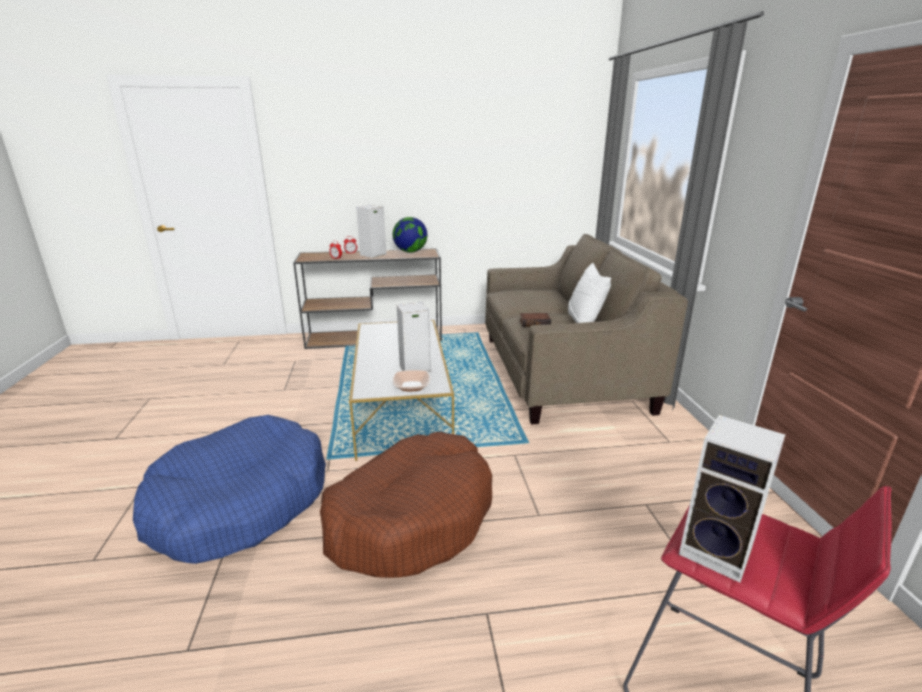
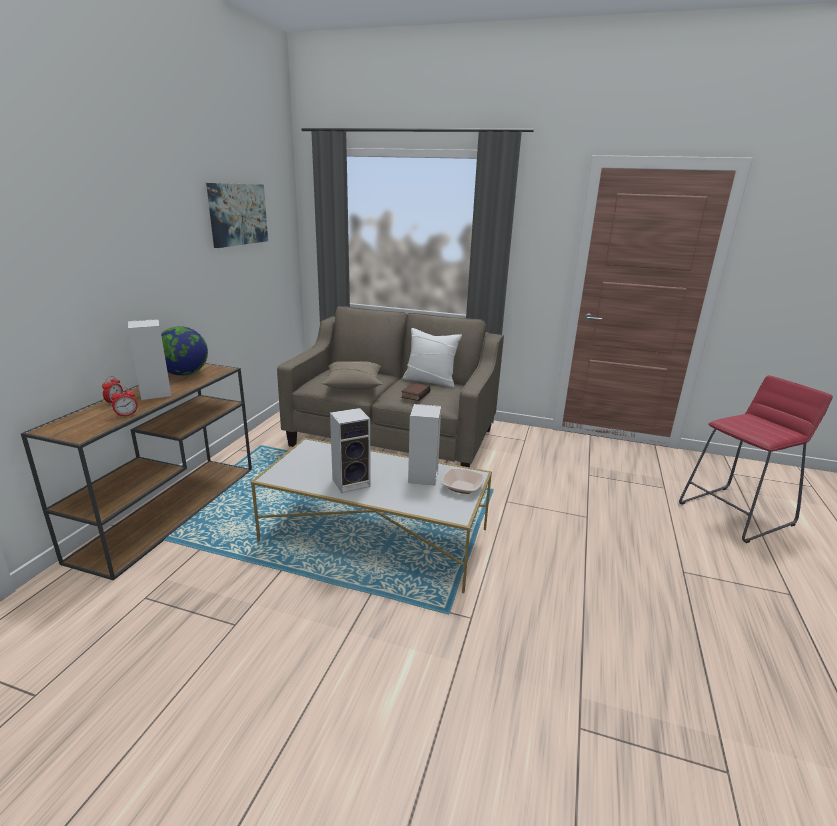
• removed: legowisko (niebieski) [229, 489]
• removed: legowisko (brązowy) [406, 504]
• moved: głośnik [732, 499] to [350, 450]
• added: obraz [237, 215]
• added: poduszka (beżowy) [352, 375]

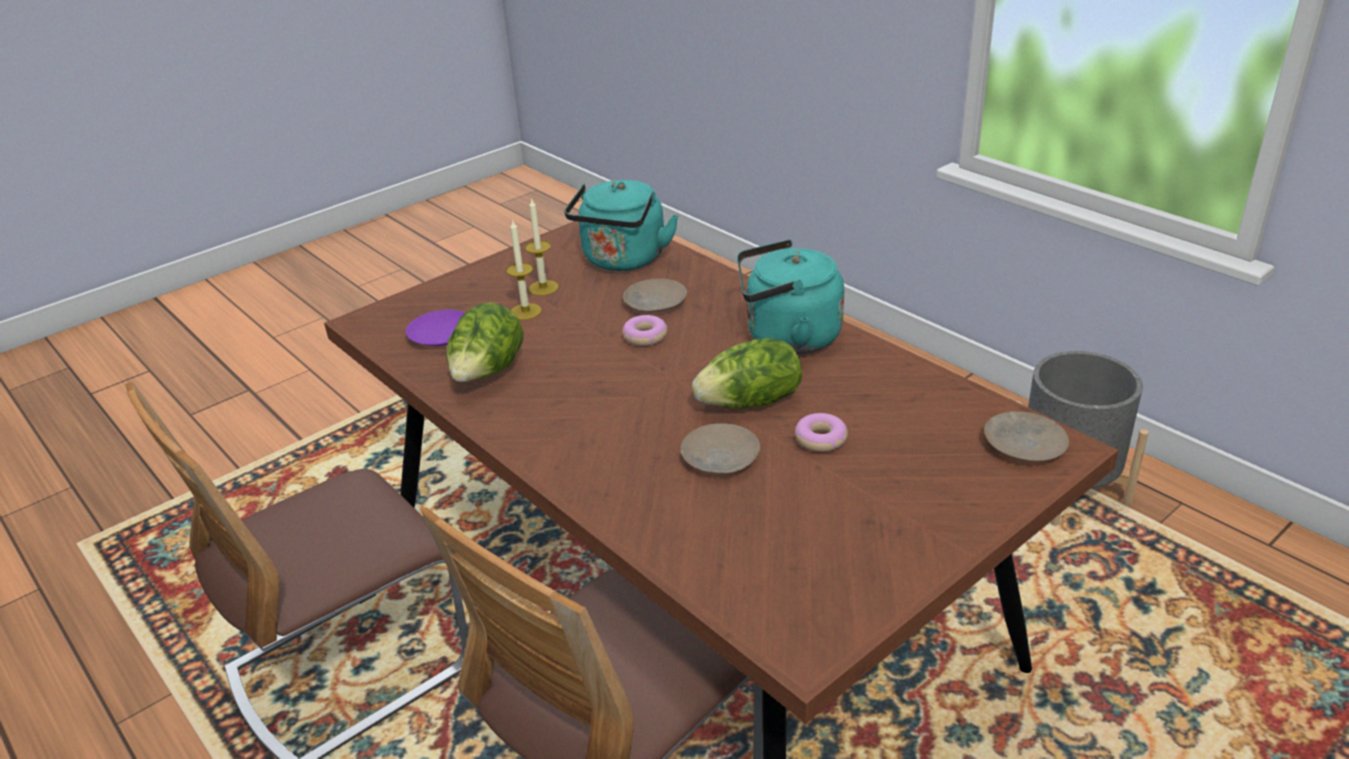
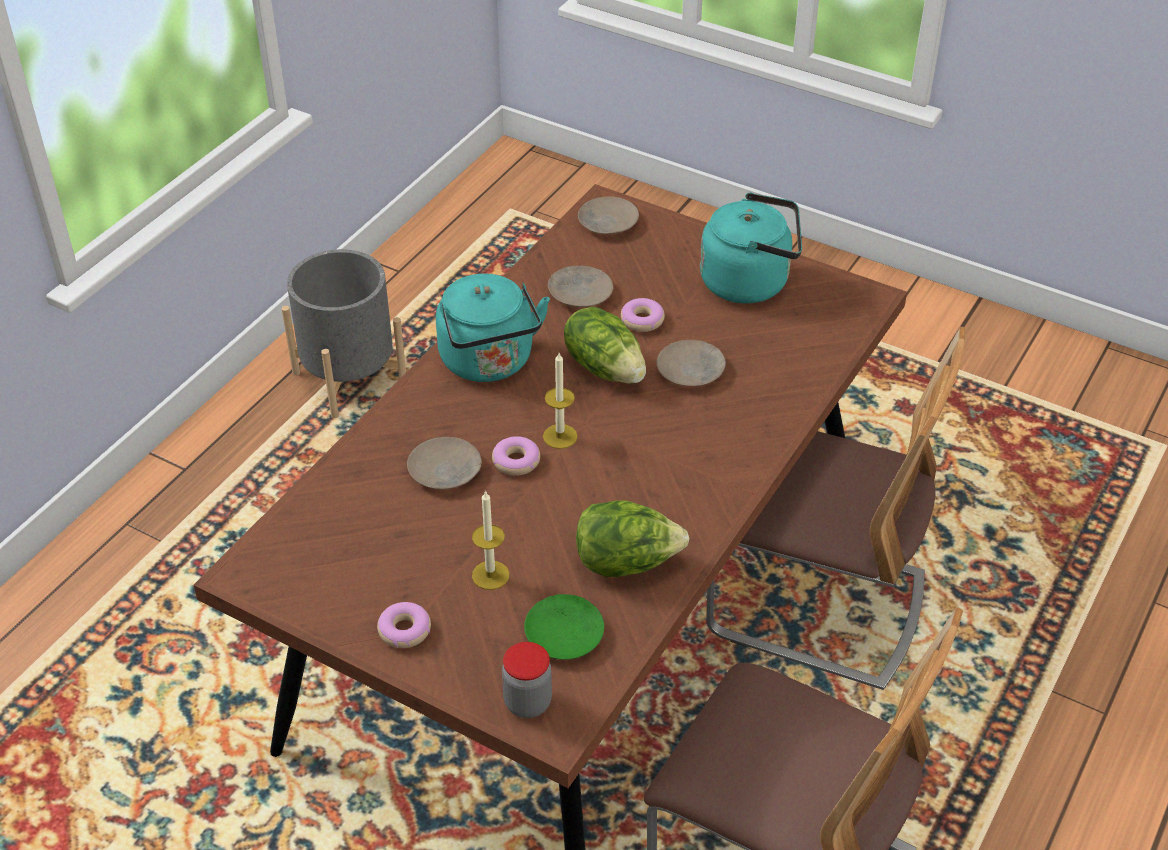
• recoloured: talerz (fioletowy) [435, 328] to talerz (zielony) [564, 627]
• moved: świeca [542, 246] to [560, 401]
• moved: czajnik (turkusowy) [621, 225] to [751, 248]
• added: donut [404, 625]
• added: słoik [527, 680]
• added: talerz (beżowy) [580, 286]

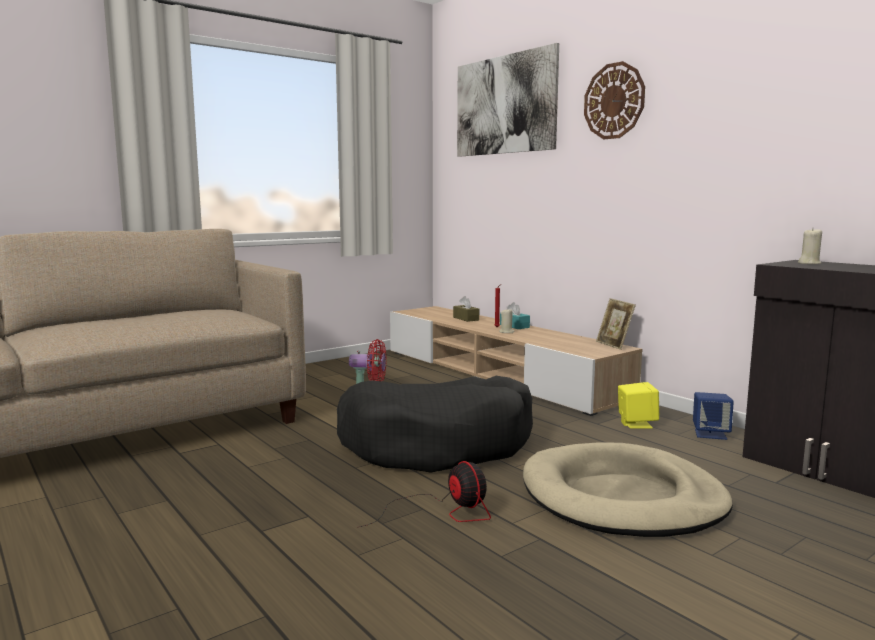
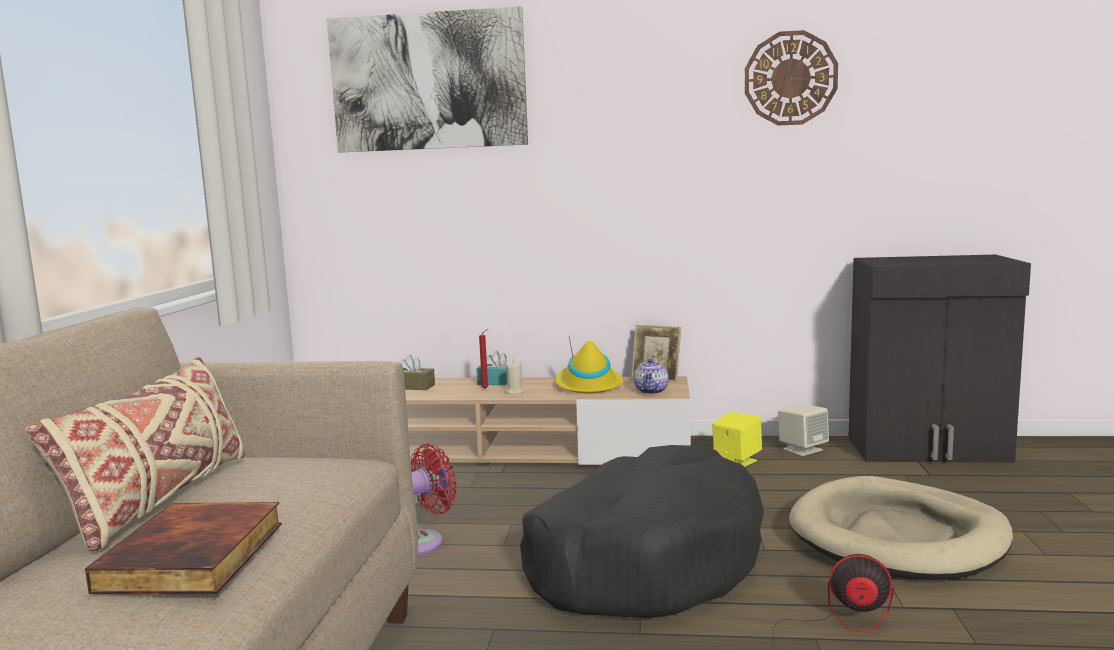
• moved: zegar ścienny [614, 100] to [791, 78]
• recoloured: głośnik (niebieski) [713, 416] to głośnik (beżowy) [803, 430]
• removed: świeca (beżowy) [810, 246]
• added: poduszka (beżowy) [134, 454]
• added: książka [183, 548]
• added: kapelusz (żółty) [589, 366]
• added: imbryk [651, 376]

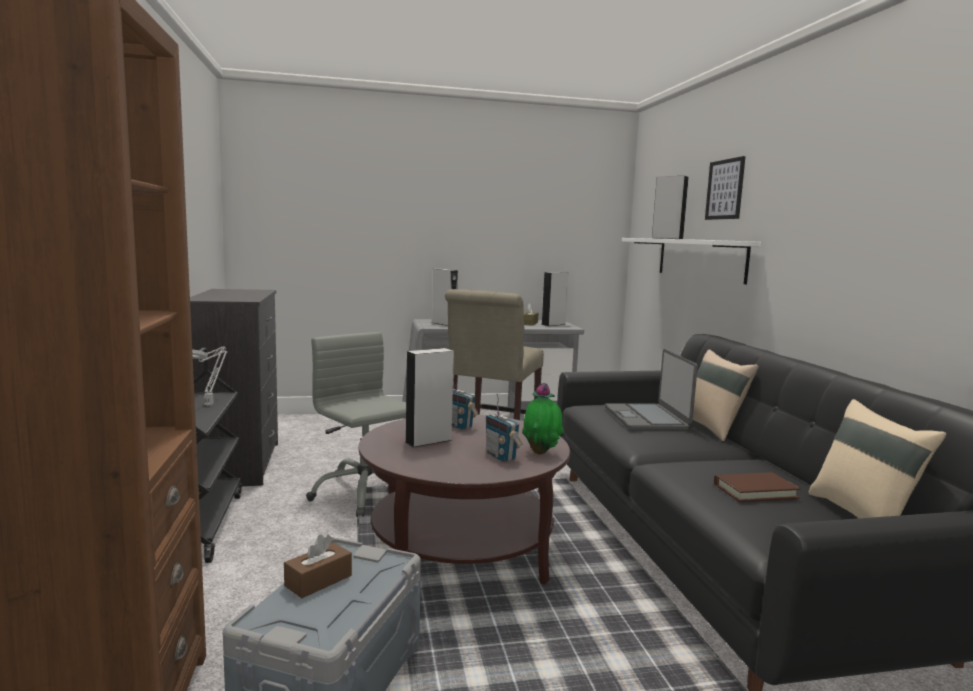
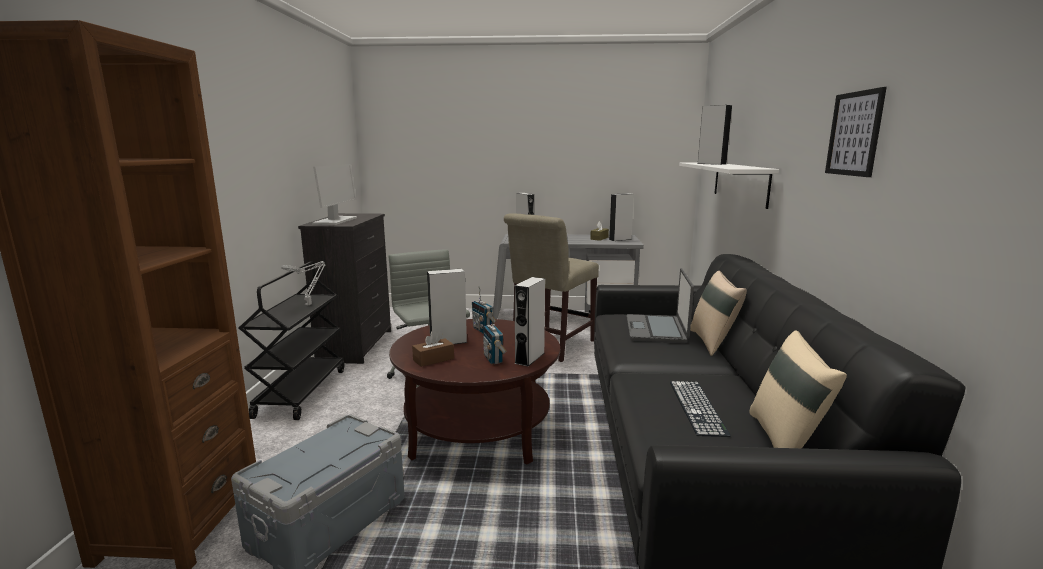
• moved: pudełko chusteczek (brązowy) [318, 566] to [433, 348]
• replaced: roślina doniczkowa [543, 419] to głośnik (szary) [529, 322]
• moved: obraz [725, 188] to [856, 132]
• replaced: książka (brązowy) [757, 487] to klawiatura [700, 409]
• added: monitor [334, 194]

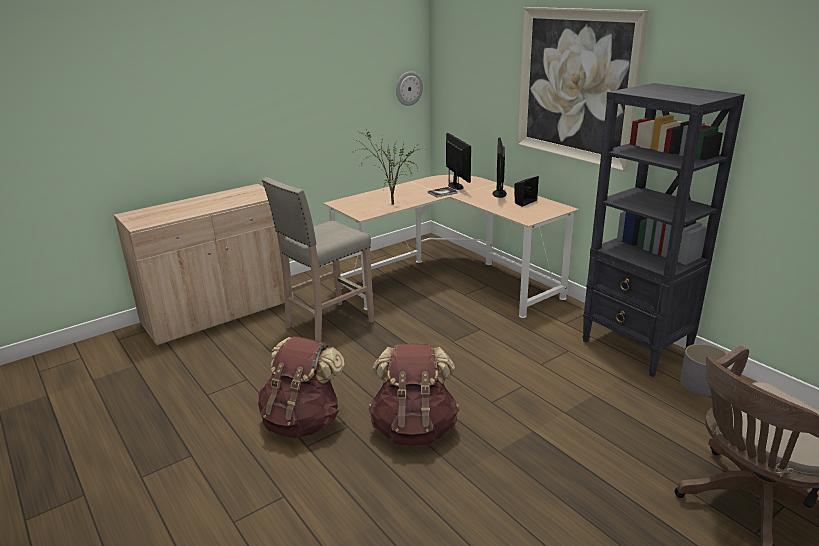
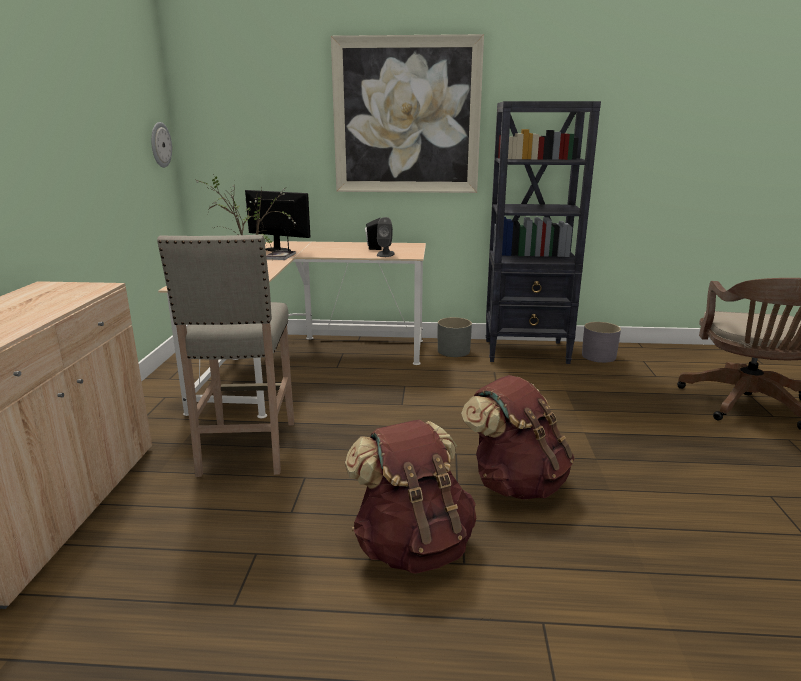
• removed: monitor [499, 167]
• added: głośnik (szary) [386, 237]
• added: donica (szary) [455, 337]

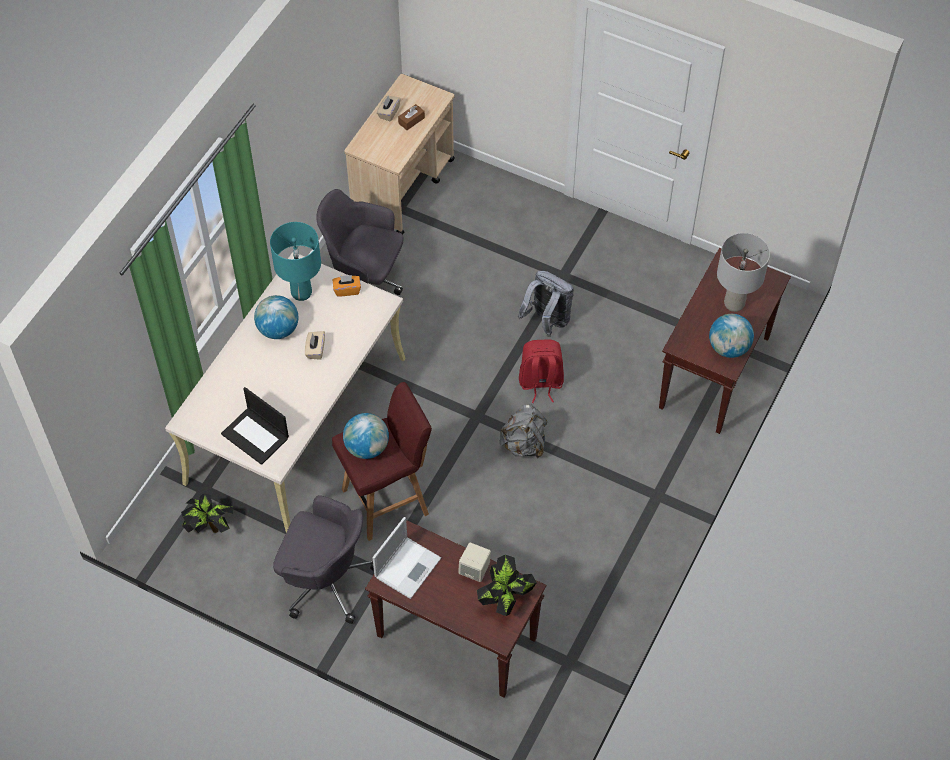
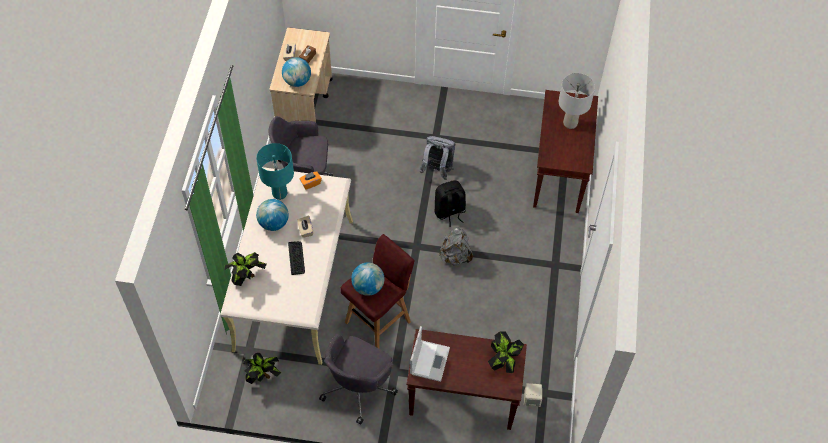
• removed: laptop [255, 426]
• turned: krzesło biurowe (szary) [323, 559] = [358, 379] 120 degrees clockwise
• moved: głośnik (beżowy) [474, 562] to [533, 395]
• recoloured: plecak (czerwony) [541, 371] to plecak (czarny) [450, 204]
• moved: globus [731, 336] to [296, 72]
• added: roślina doniczkowa [246, 269]
• added: klawiatura [296, 258]

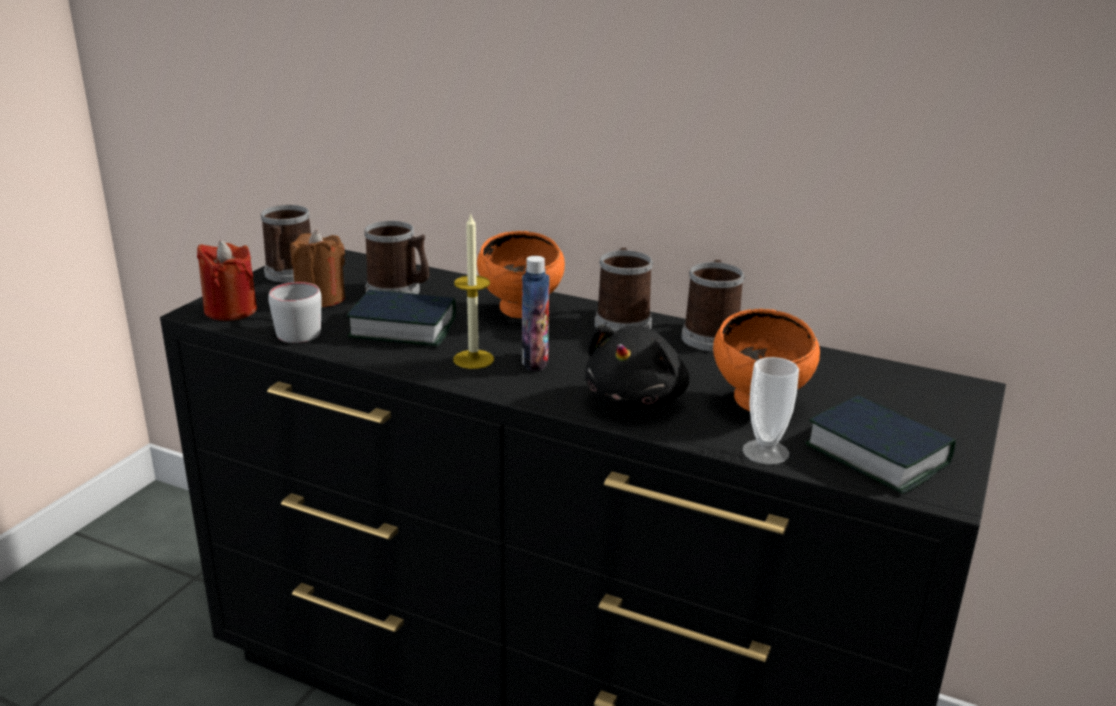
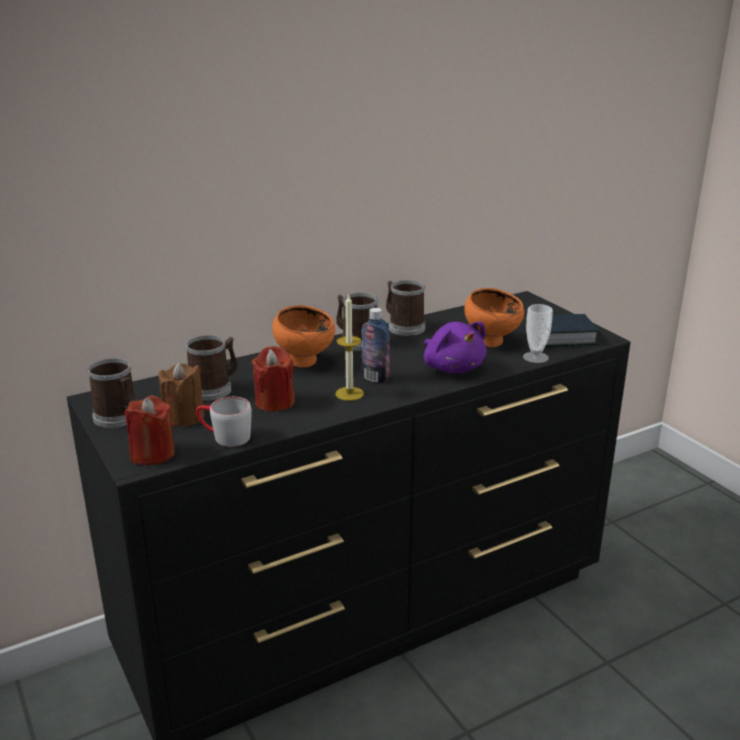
• replaced: książka [401, 318] to świeca (czerwony) [273, 379]
• recoloured: pluszak (czarny) [637, 367] to pluszak (fioletowy) [455, 347]

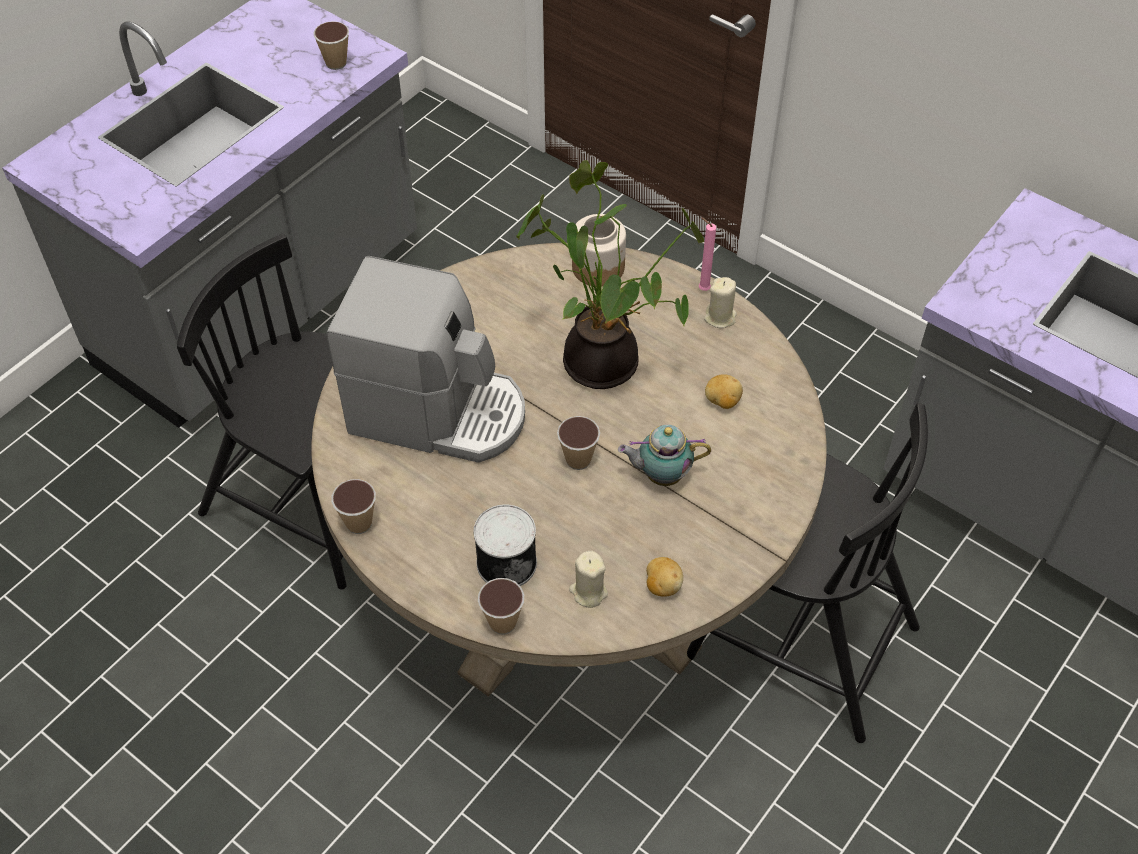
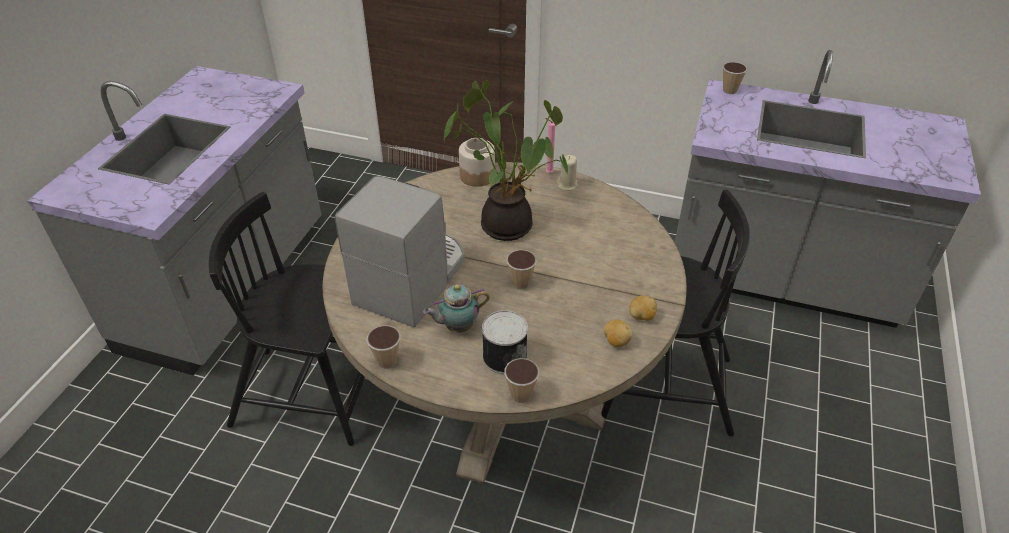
• moved: filiżanka [331, 45] to [735, 78]
• turned: ekspres do kawy [426, 359] = [400, 251] 60 degrees counterclockwise
• removed: świeca (beżowy) [588, 579]
• moved: imbryk [664, 455] to [456, 308]
• moved: ziemniak [724, 391] to [643, 308]

